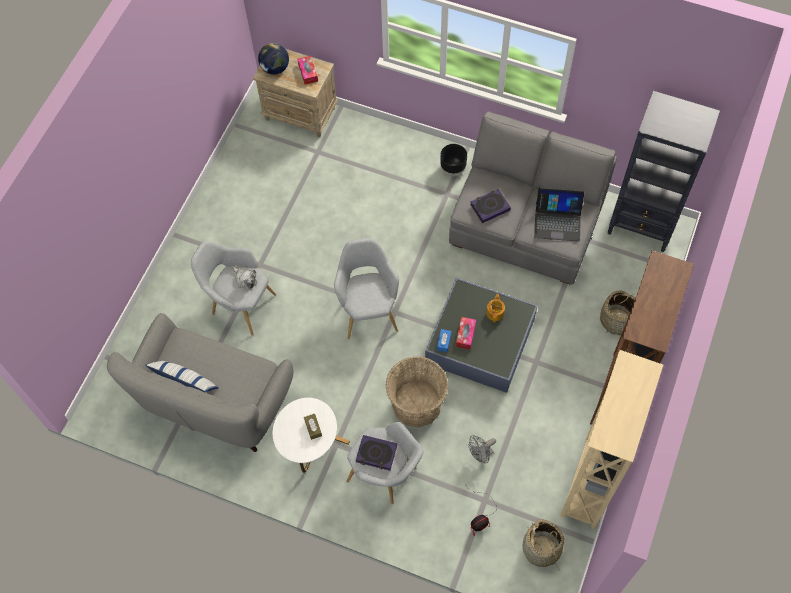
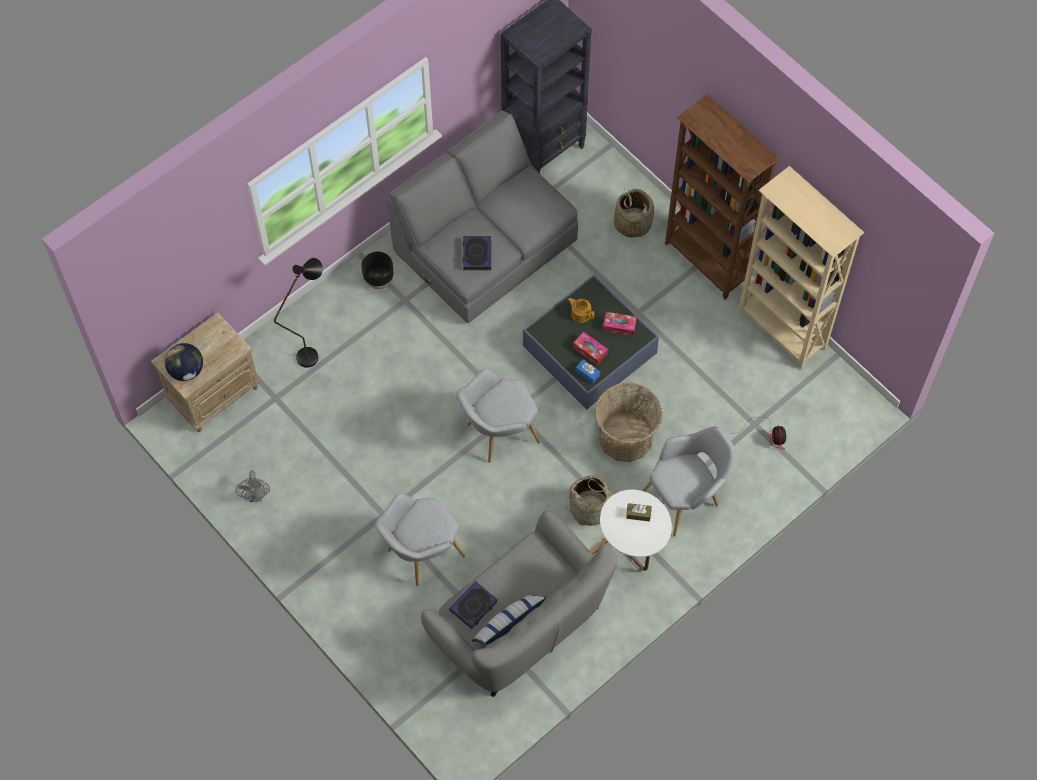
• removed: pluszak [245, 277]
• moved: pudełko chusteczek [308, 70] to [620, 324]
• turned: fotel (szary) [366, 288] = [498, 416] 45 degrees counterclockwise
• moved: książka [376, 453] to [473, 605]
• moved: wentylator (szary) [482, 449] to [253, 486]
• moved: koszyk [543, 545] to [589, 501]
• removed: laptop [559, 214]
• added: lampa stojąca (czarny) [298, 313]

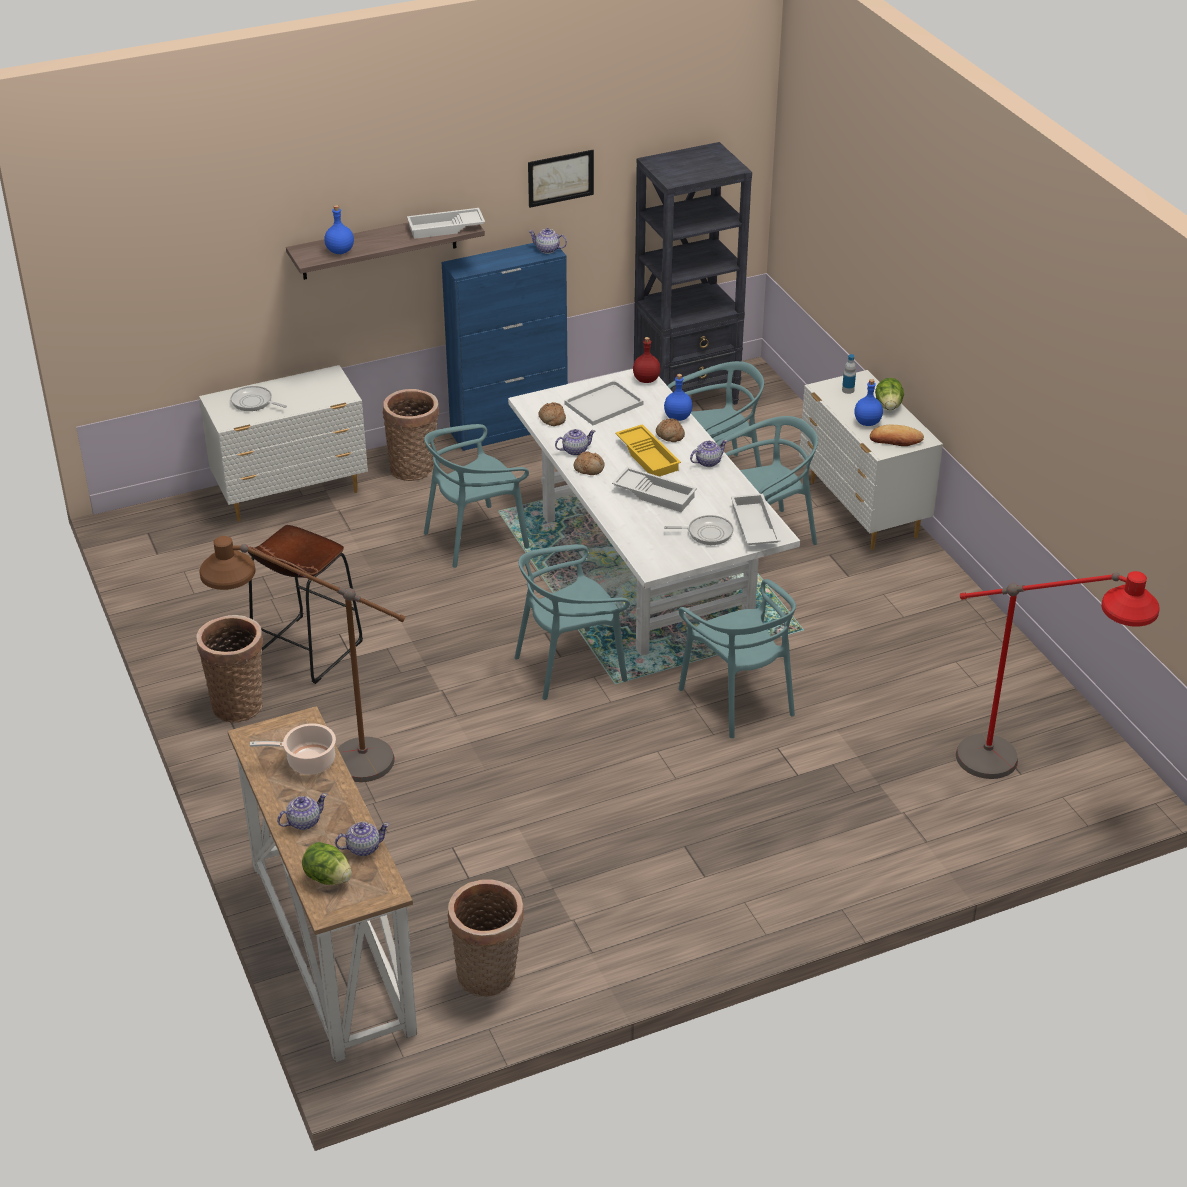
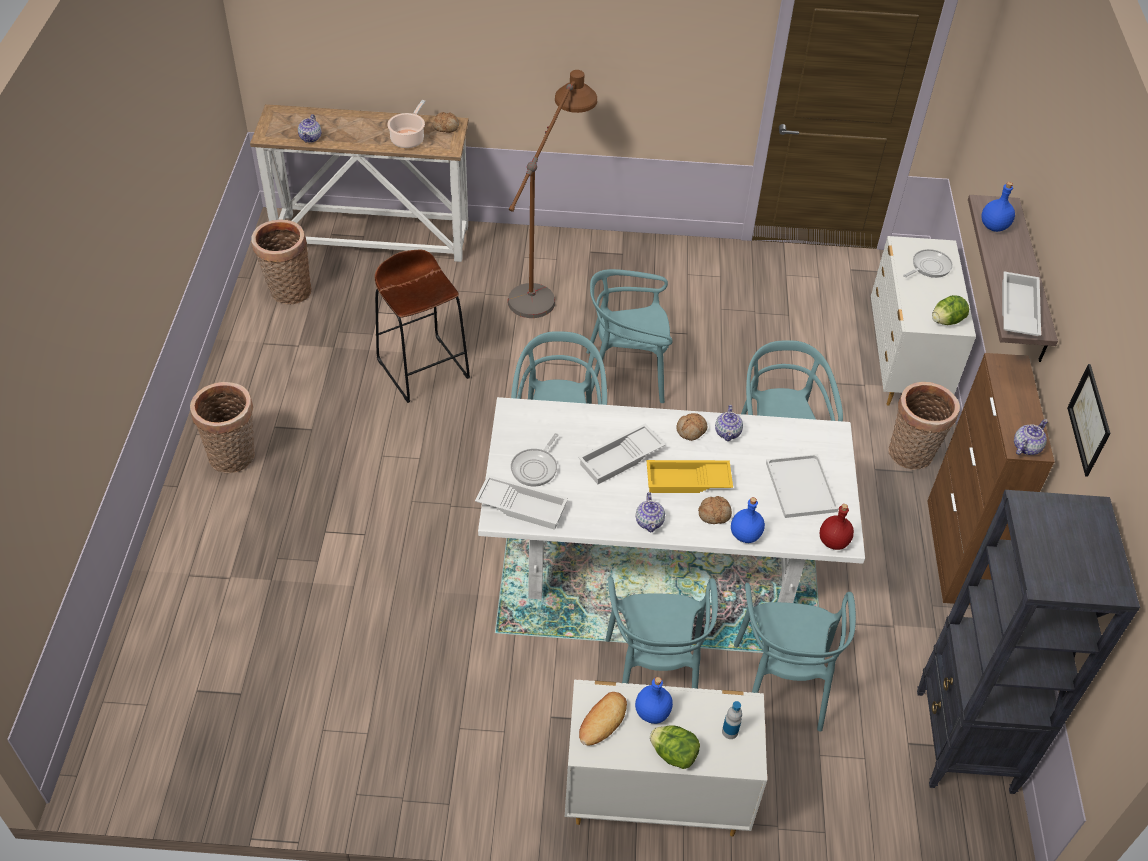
• moved: koszyk [229, 669] to [222, 427]
• moved: stołek (brązowy) [305, 604] to [422, 326]
• removed: imbryk [302, 811]
• moved: sałata [327, 863] to [950, 310]
• recoloured: szafka (niebieski) [504, 347] to szafka (brązowy) [991, 479]
• moved: chleb [552, 414] to [446, 122]
• moved: krzesło (turkusowy) [737, 658] to [629, 336]
• removed: lampa stojąca (czerwony) [1058, 675]

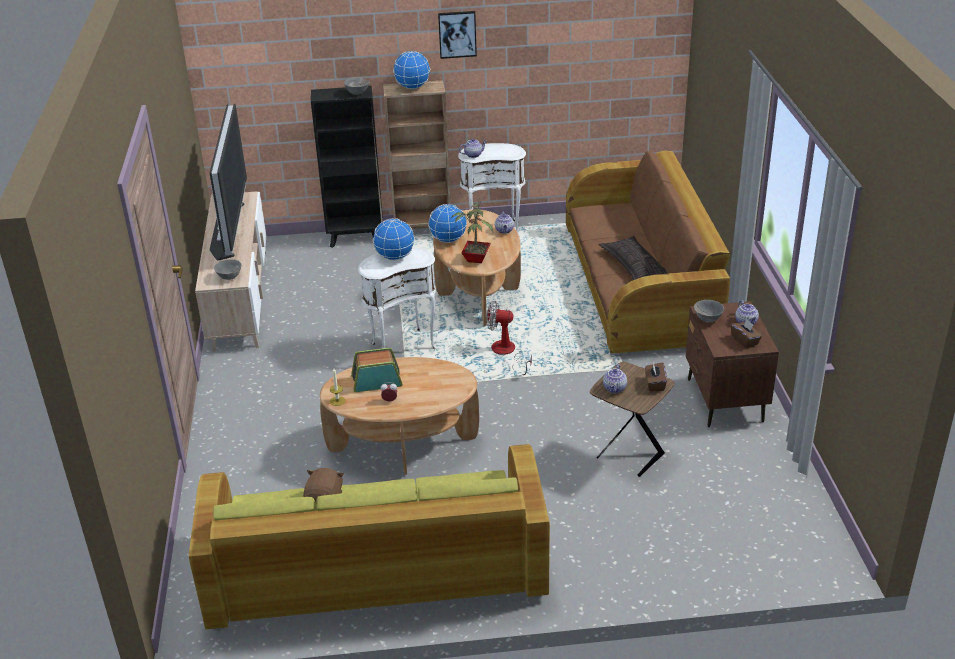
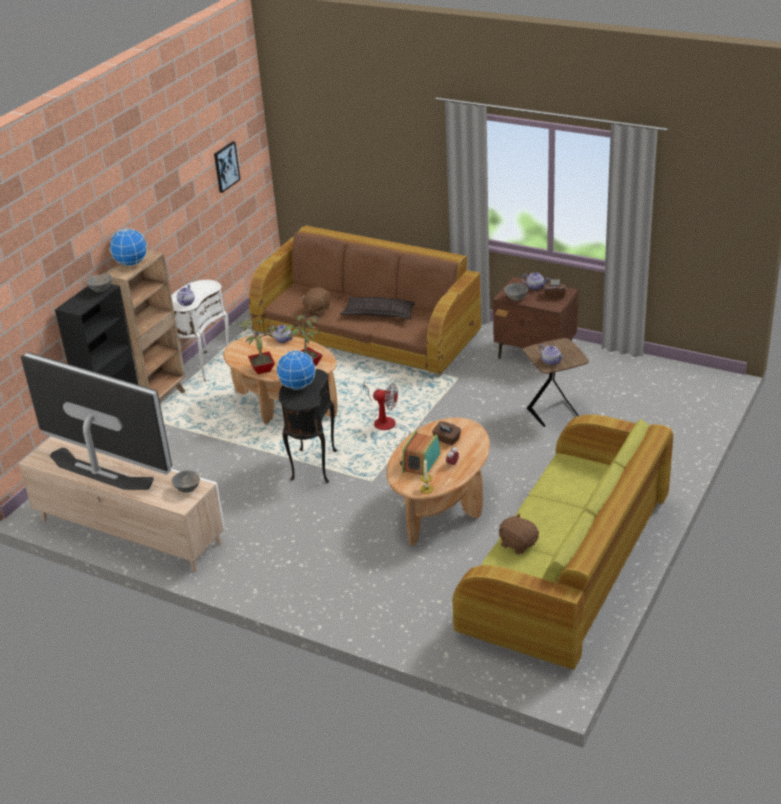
• recoloured: stolik (biały) [397, 298] to stolik (czarny) [308, 426]
• replaced: globus [447, 223] to roślina doniczkowa [257, 346]
• moved: obraz [457, 35] to [227, 167]
• turned: wentylator [509, 338] = [380, 405] 120 degrees counterclockwise
• moved: pudełko chusteczek (brązowy) [656, 376] to [446, 433]
• added: pluszak (brązowy) [315, 301]

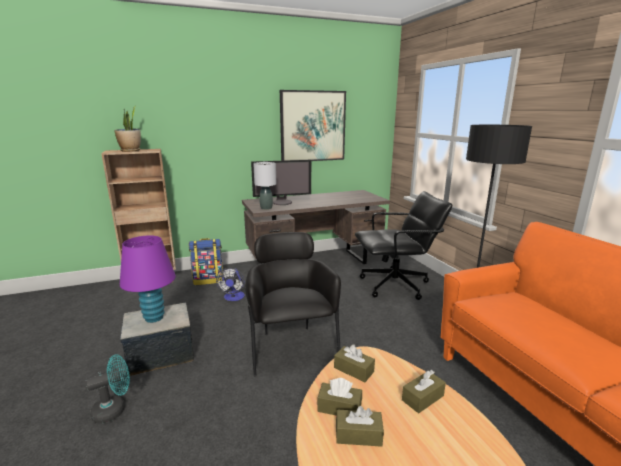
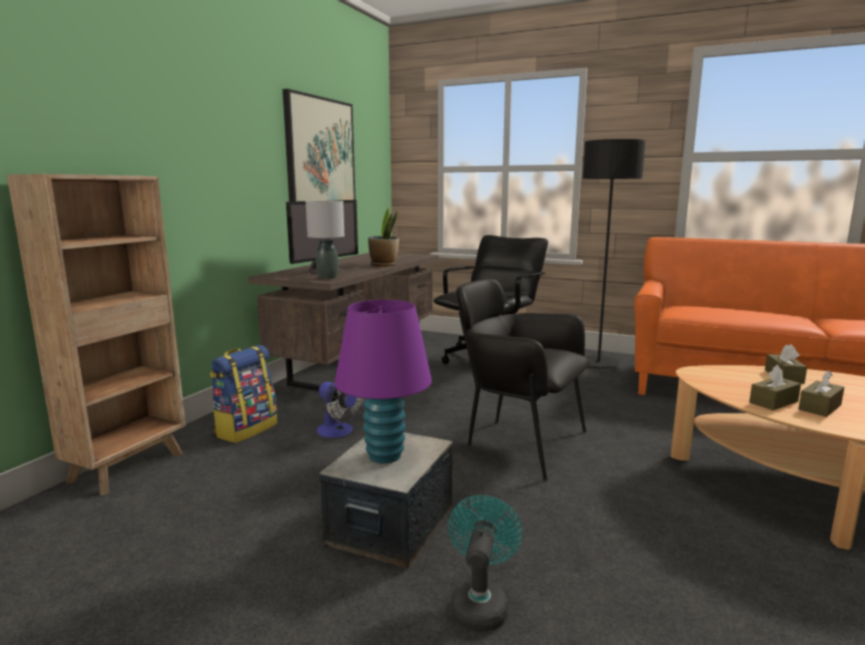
• moved: roślina doniczkowa [127, 129] to [383, 236]
• removed: pudełko chusteczek (brązowy) [354, 363]

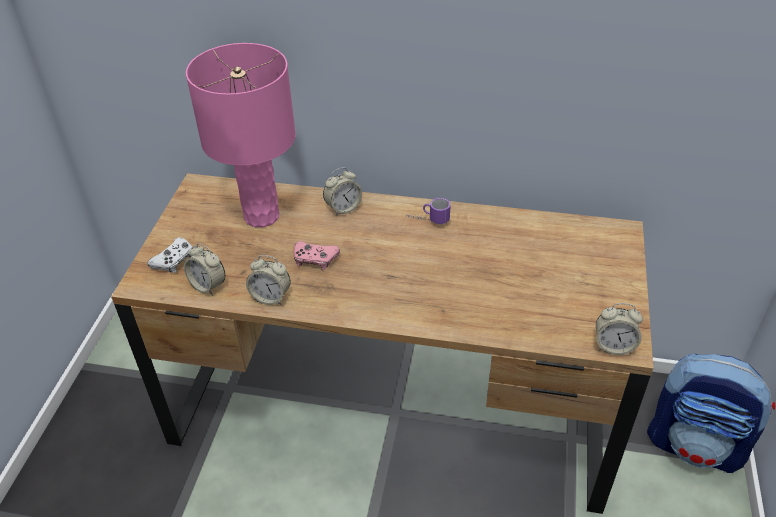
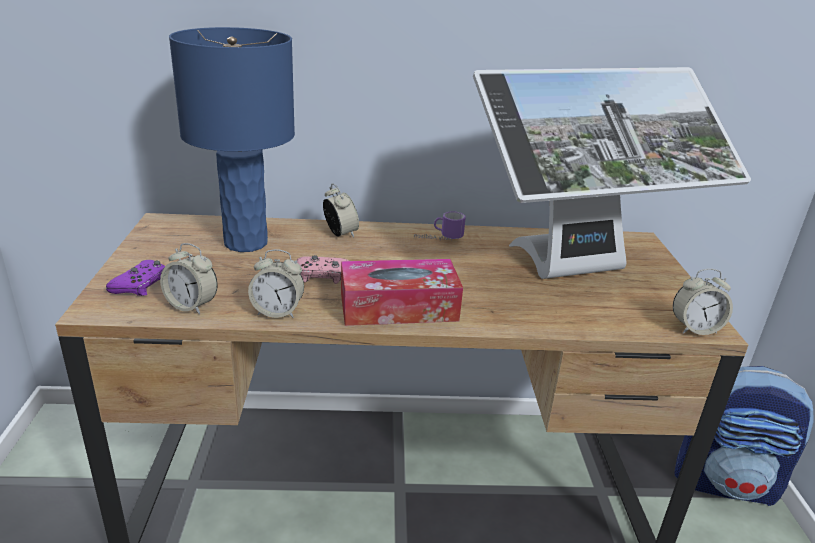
• recoloured: pad do gier (biały) [170, 255] to pad do gier (fioletowy) [135, 278]
• recoloured: lampa stołowa (różowy) [241, 135] to lampa stołowa (niebieski) [232, 139]
• turned: budzik [342, 191] = [341, 211] 75 degrees counterclockwise
• added: pudełko chusteczek [402, 292]
• added: monitor [612, 173]

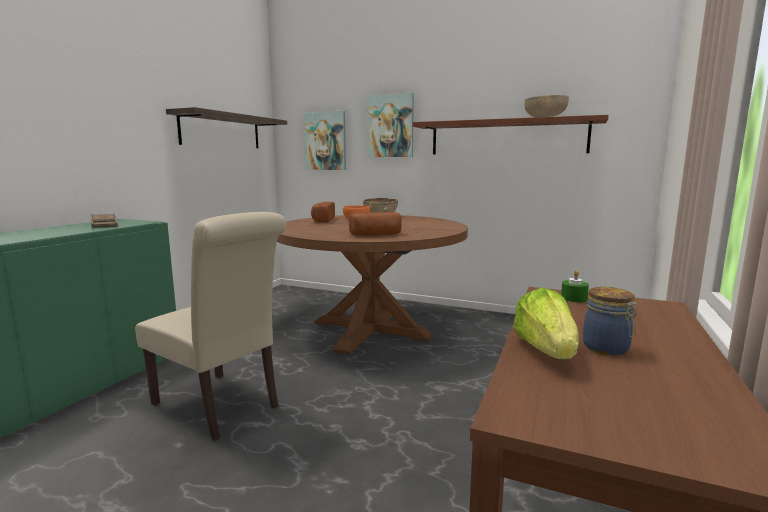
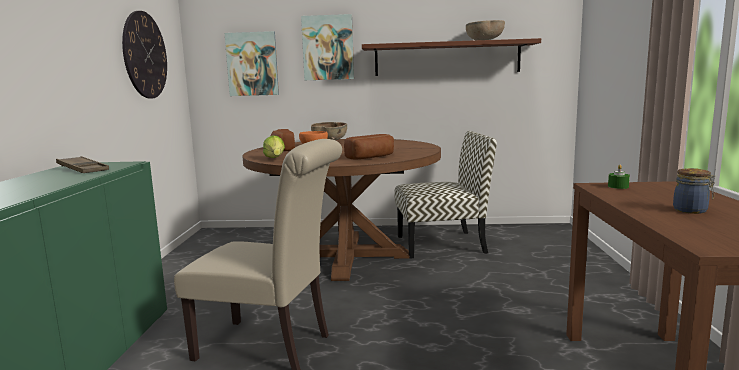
• replaced: półka [226, 127] to zegar ścienny [144, 55]
• moved: sałata [545, 323] to [274, 146]
• added: krzesło [446, 195]

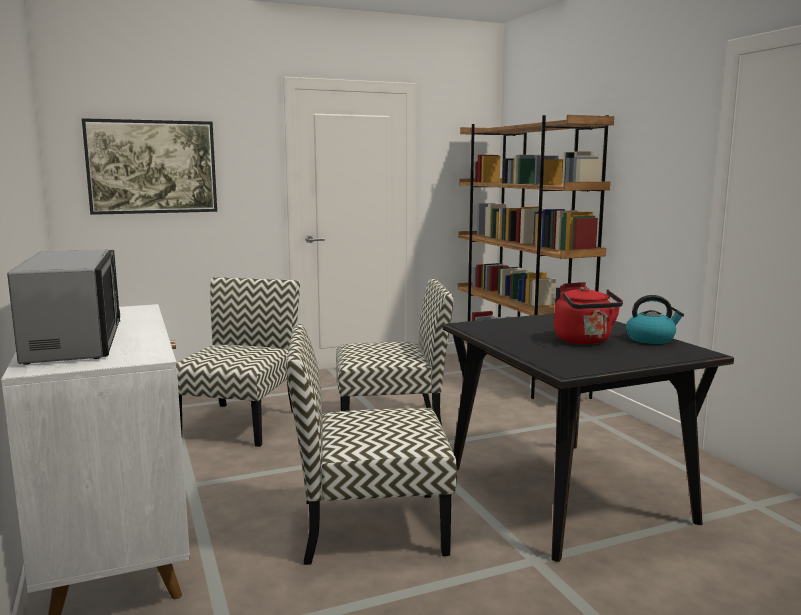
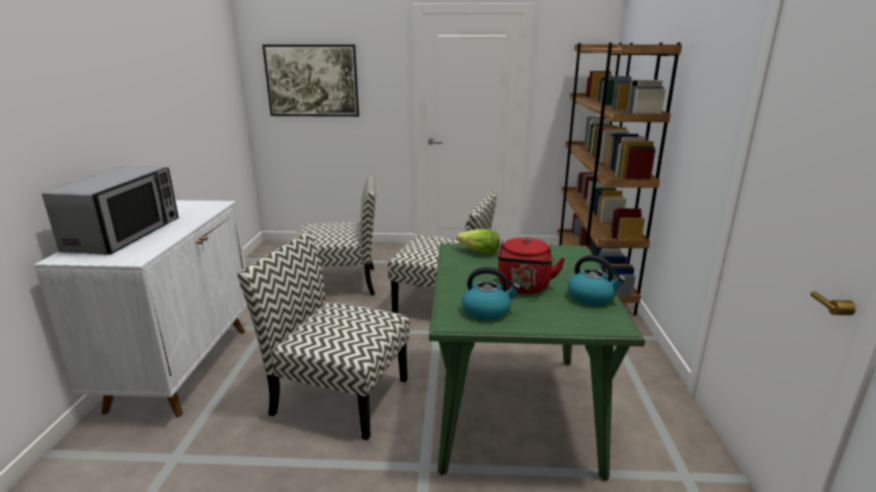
• turned: krzesło [238, 362] = [335, 234] 45 degrees clockwise
• recoloured: stół jadalny (czarny) [588, 437] to stół jadalny (zielony) [537, 362]
• added: sałata [478, 241]
• added: czajnik [491, 293]

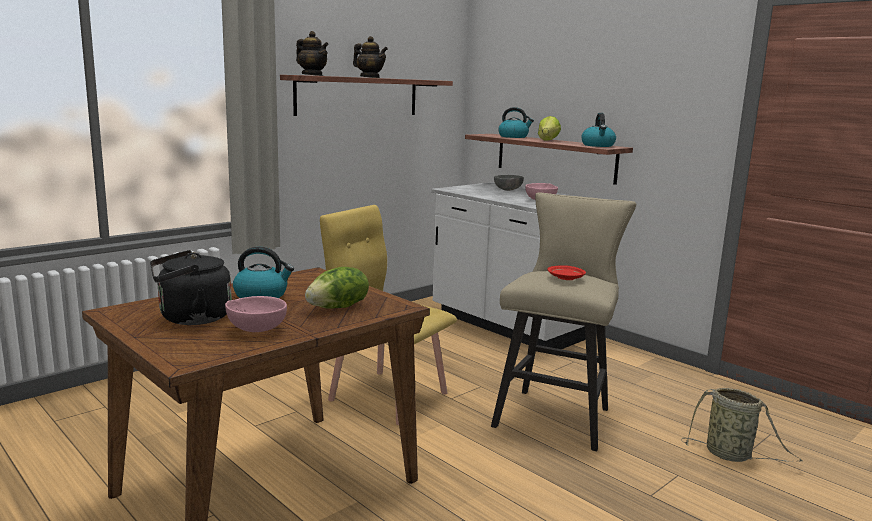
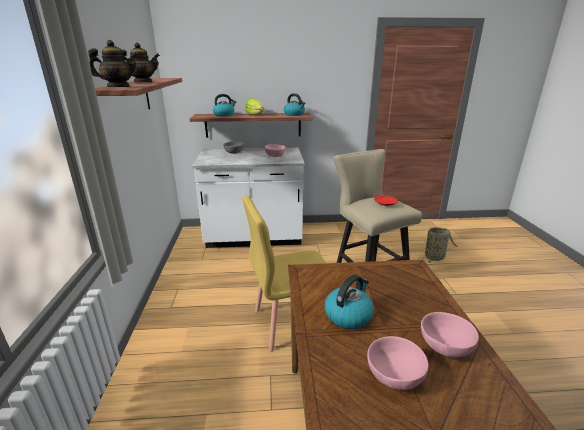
• replaced: czajnik (czarny) [191, 287] to miska (różowy) [398, 363]
• removed: sałata [337, 288]

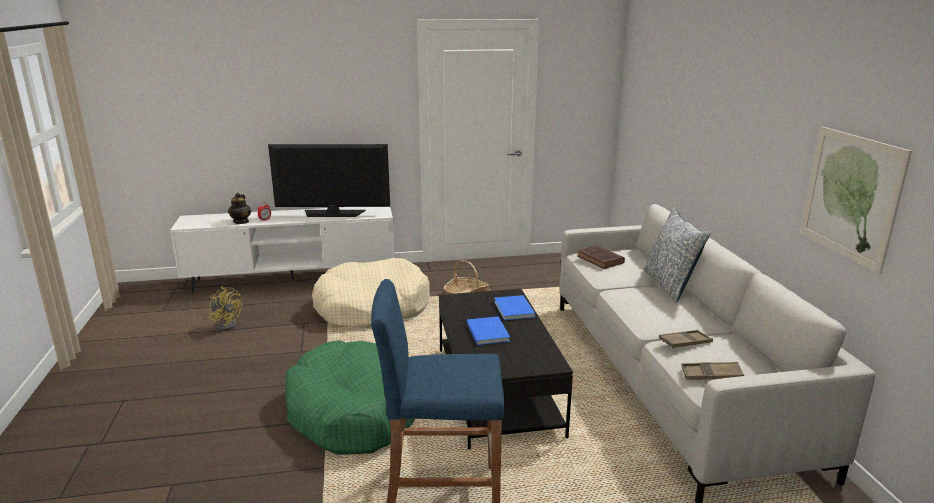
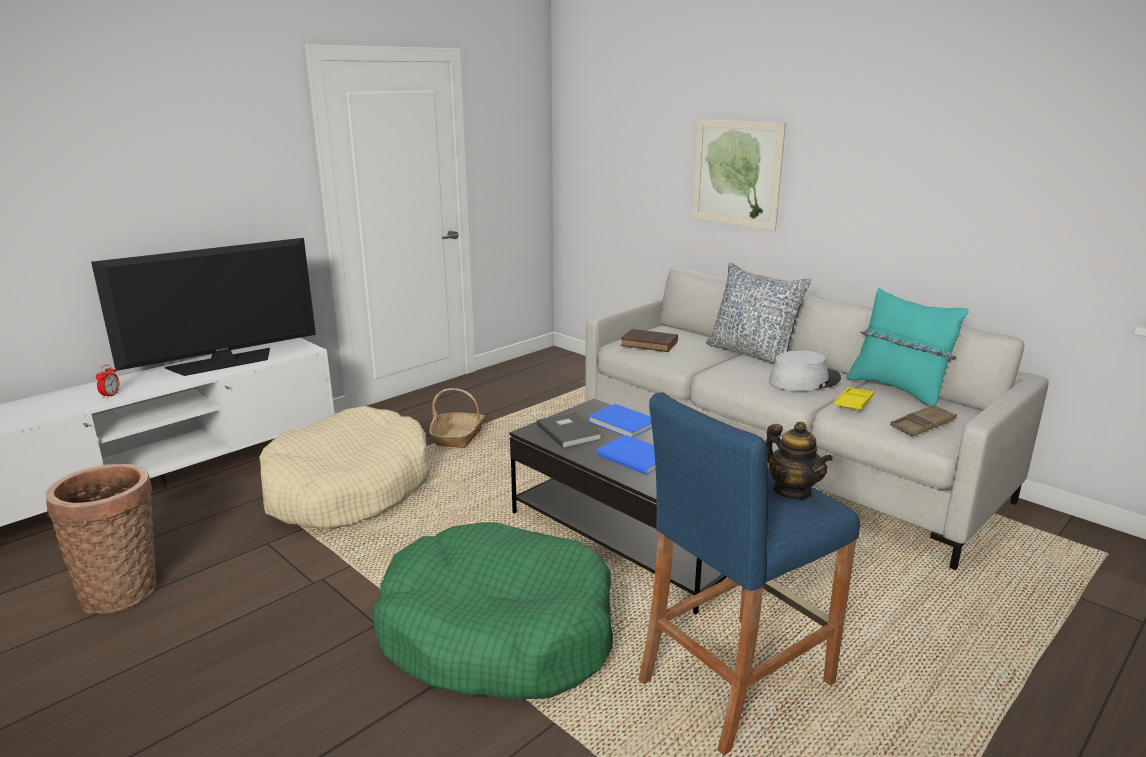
• replaced: wentylator (żółty) [225, 309] to koszyk [101, 539]
• moved: imbryk [239, 208] to [799, 460]
• recoloured: taca (brązowy) [686, 339] to taca (żółty) [854, 399]
• moved: obraz [856, 200] to [739, 174]
• added: książka (szary) [569, 430]
• added: kapelusz (szary) [805, 371]
• added: poduszka (turkusowy) [907, 347]

